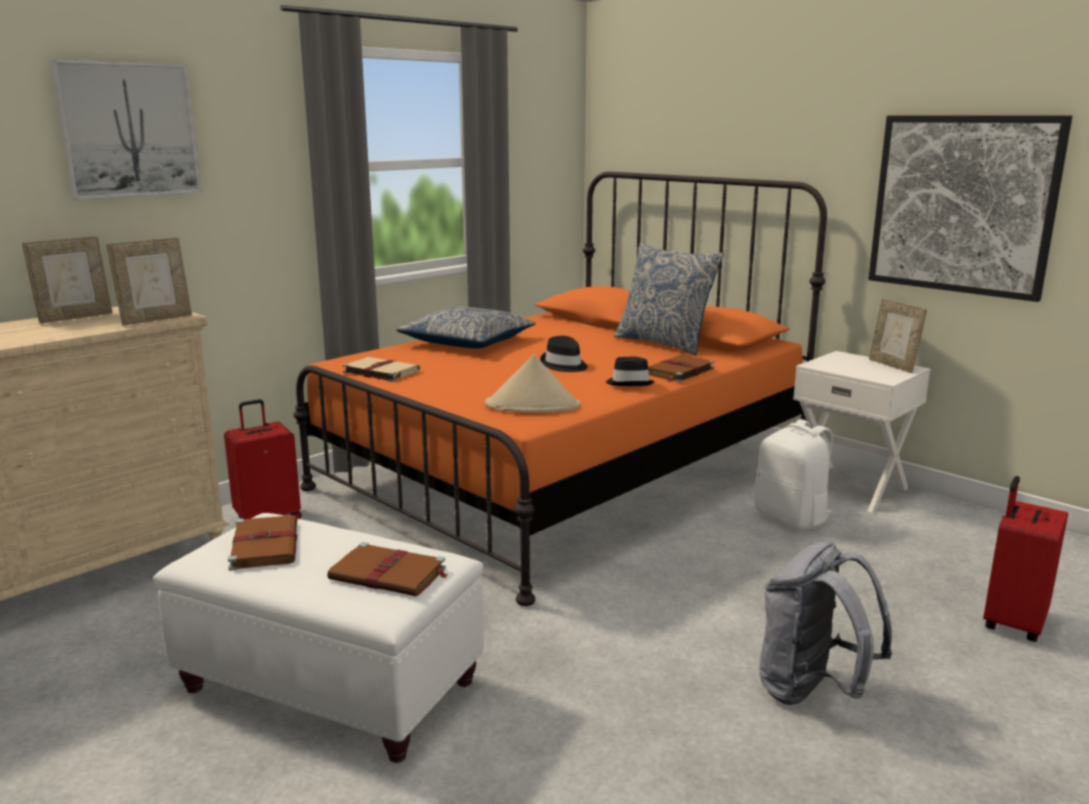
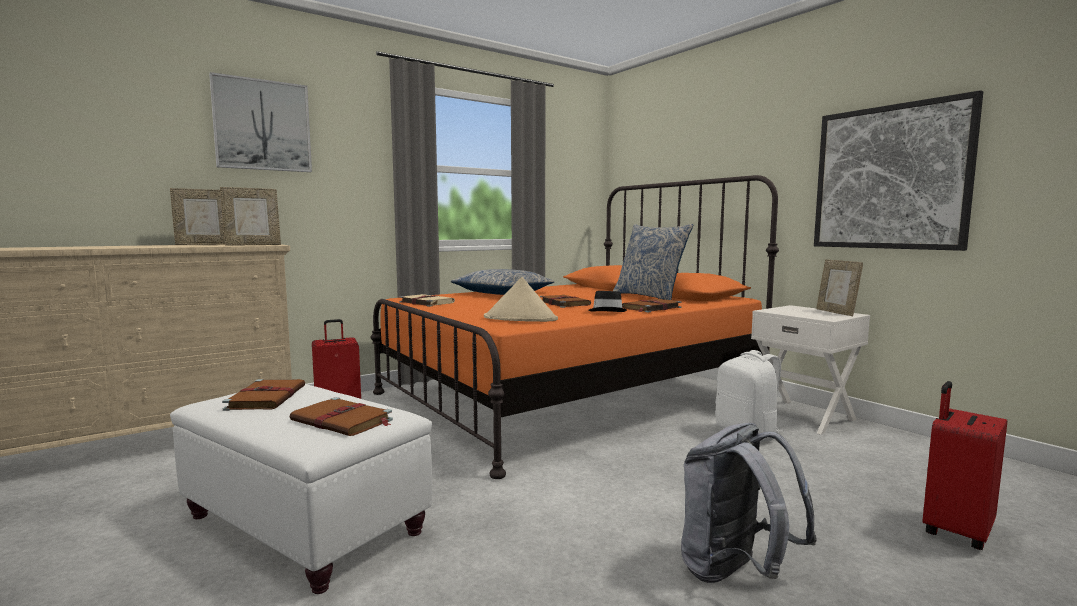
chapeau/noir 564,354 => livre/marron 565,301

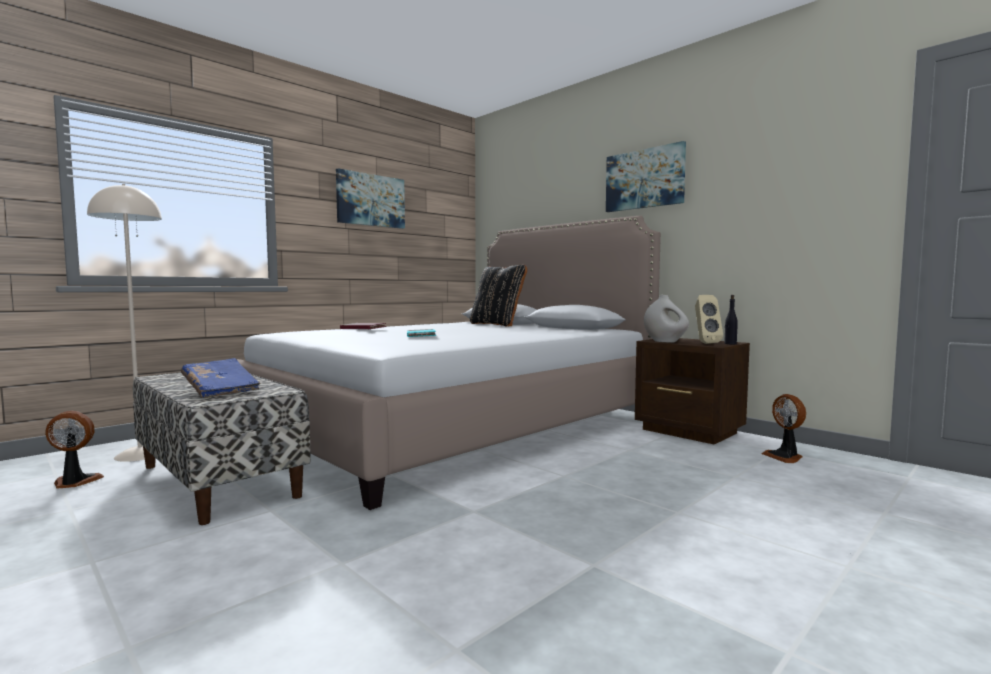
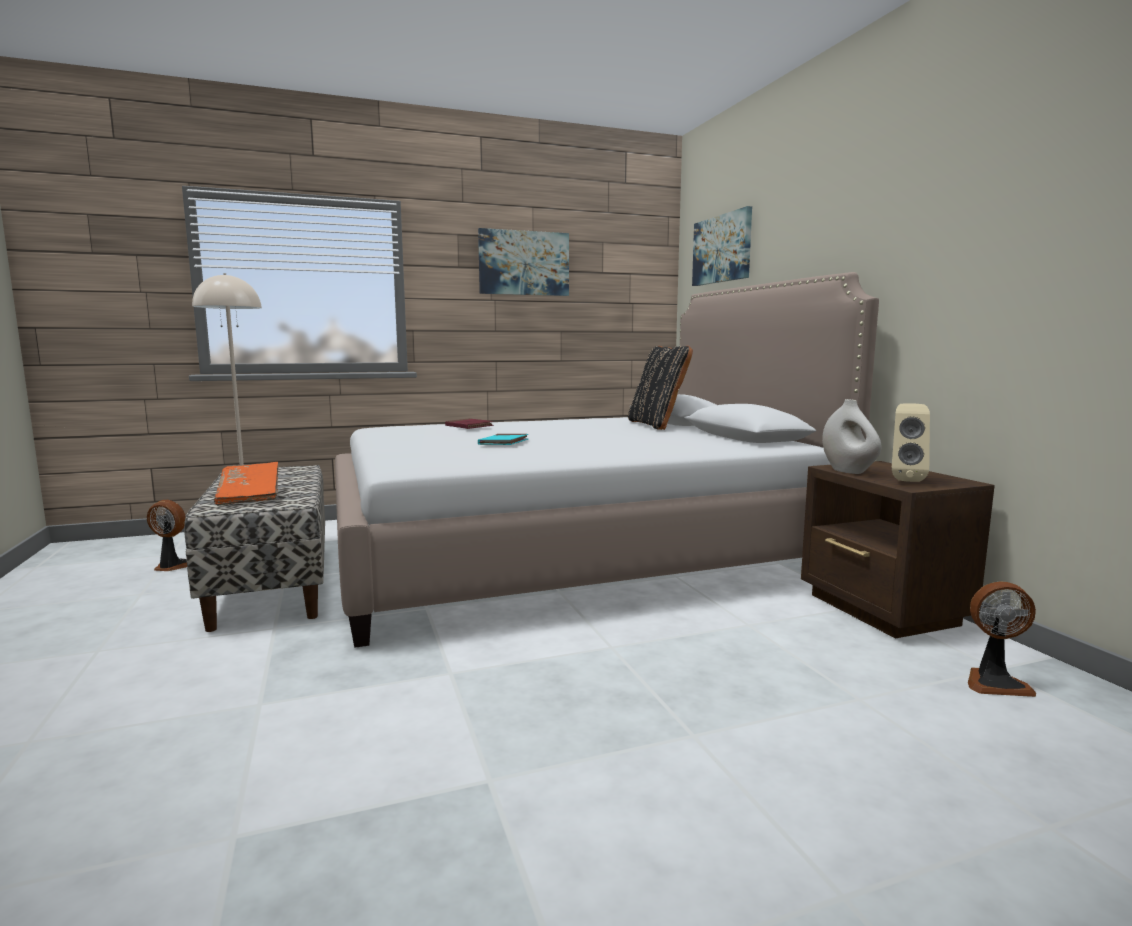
bouteille/noir 731,319 => nothing
tableau 646,176 => tableau 722,246, moved
livre/bleu 220,378 => livre/orange 246,484
ventilateur 784,428 => ventilateur 1002,639, 90 degrees counterclockwise

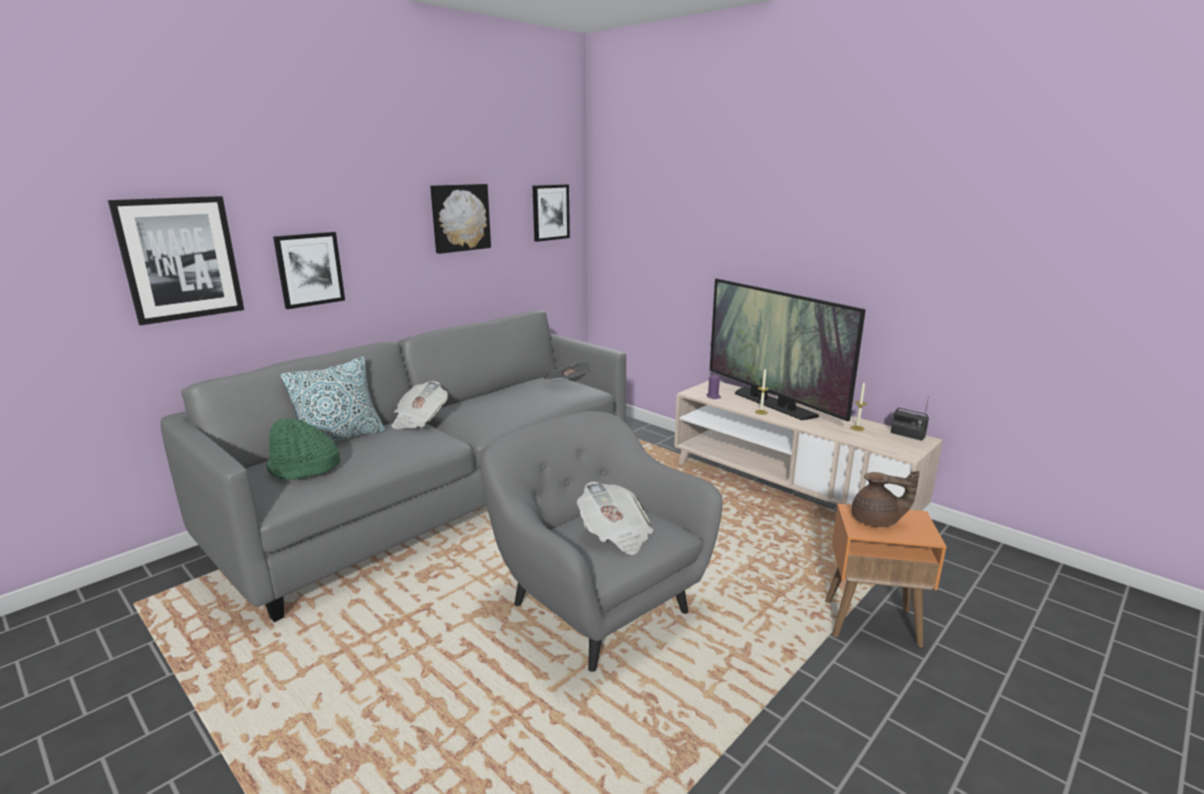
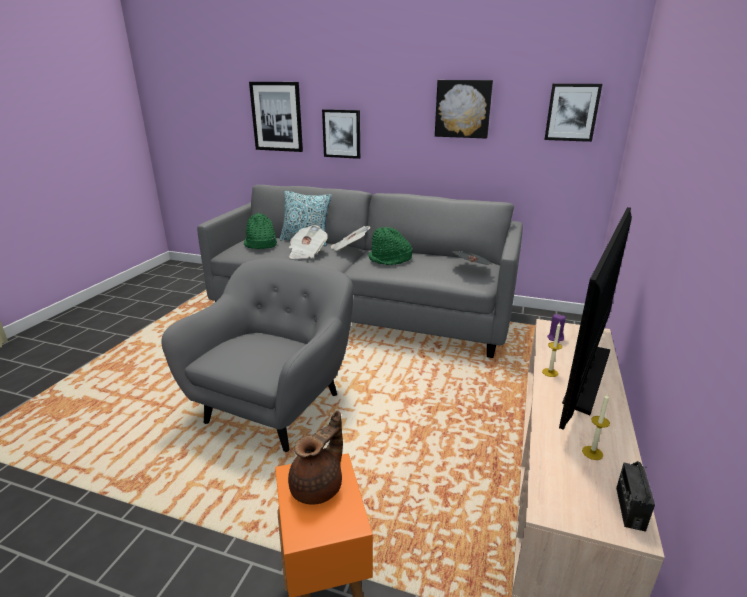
nothing => chapeau/vert 390,246
journal 615,518 => journal 308,242, moved
théière/marron 885,499 => théière/marron 315,457, 135 degrees counterclockwise

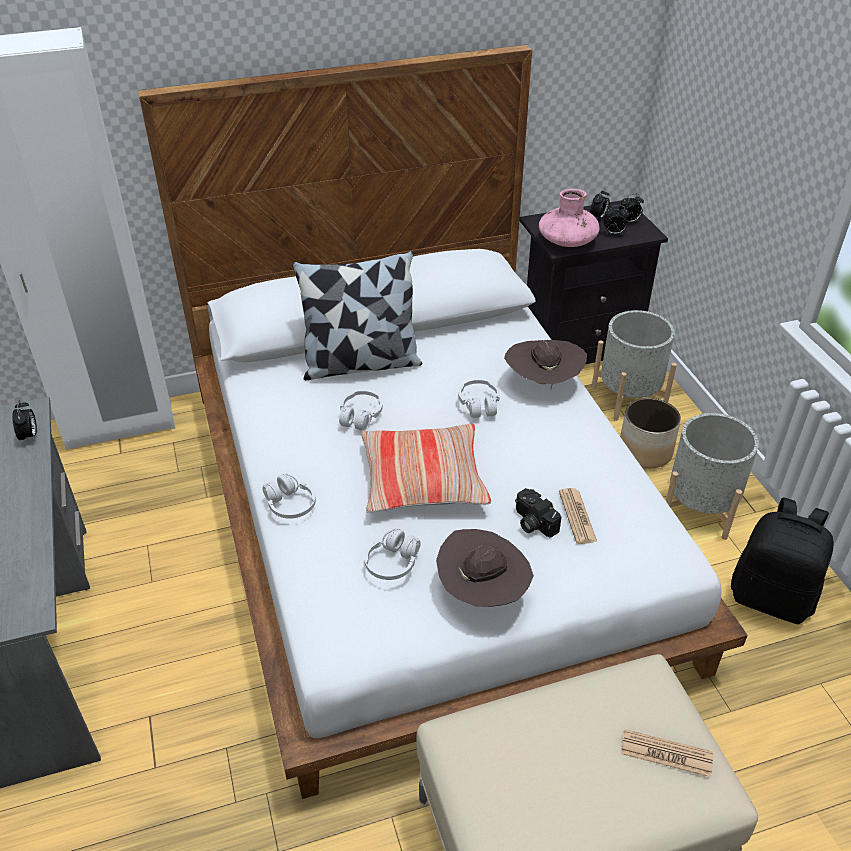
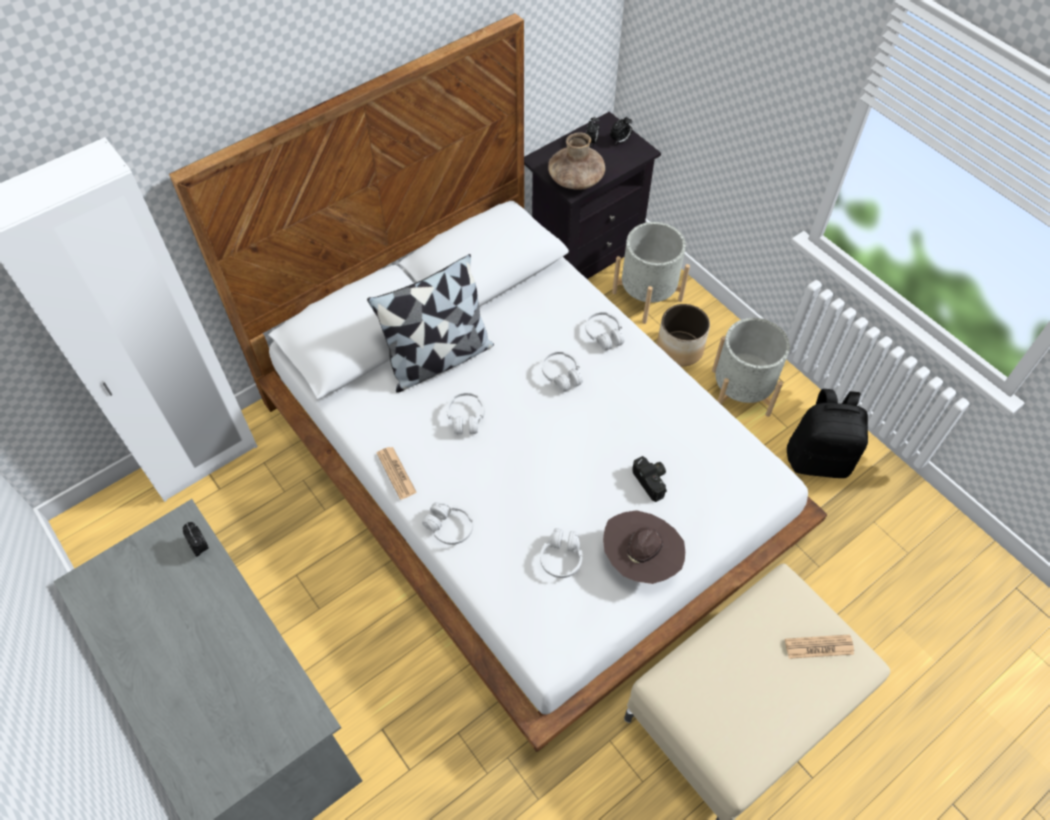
coussin 426,468 => nothing
réveil 616,219 => nothing
journal 578,516 => journal 397,473, moved
chapeau/marron 545,364 => casque audio/blanc 605,331
vase/rose 569,218 => vase/marron 576,161
appareil photo 538,513 => appareil photo 649,479, 150 degrees counterclockwise

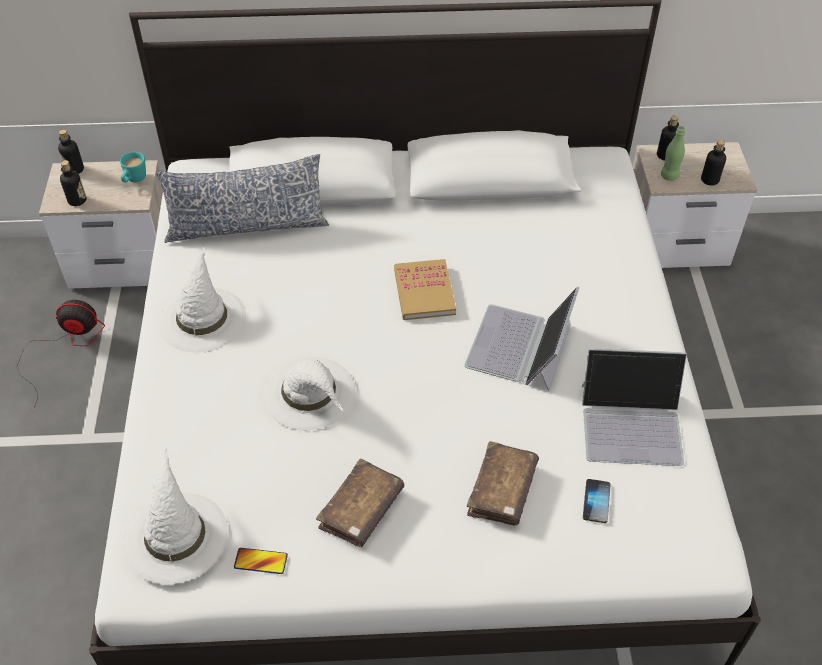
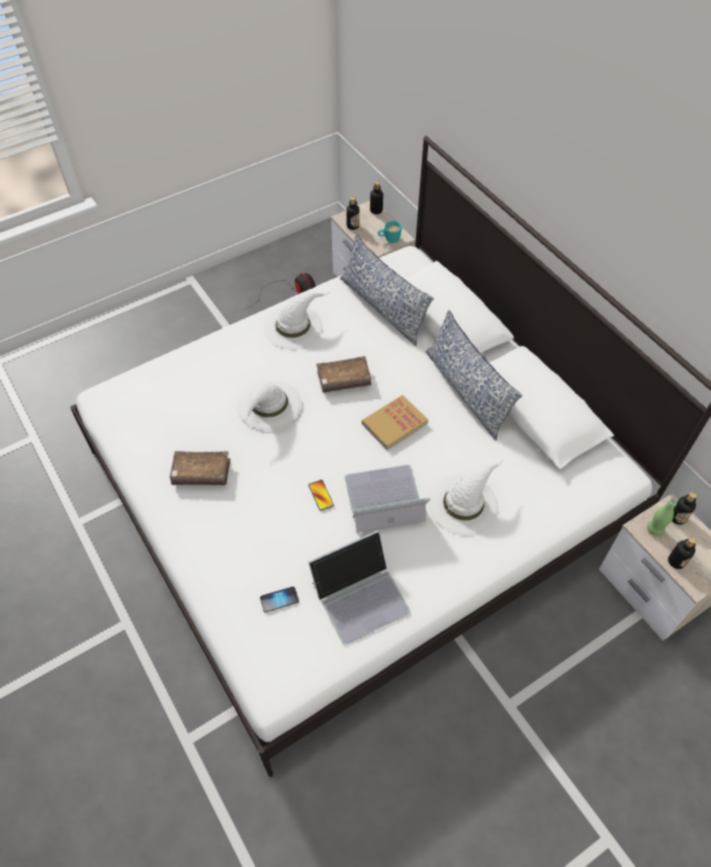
nothing => coussin 473,375
chapeau/blanc 176,516 => chapeau/blanc 466,498, moved
téléphone 261,561 => téléphone 321,495, moved
livre/marron 503,483 => livre/marron 344,374, moved
ordinateur portable 634,407 => ordinateur portable 359,587, 90 degrees counterclockwise

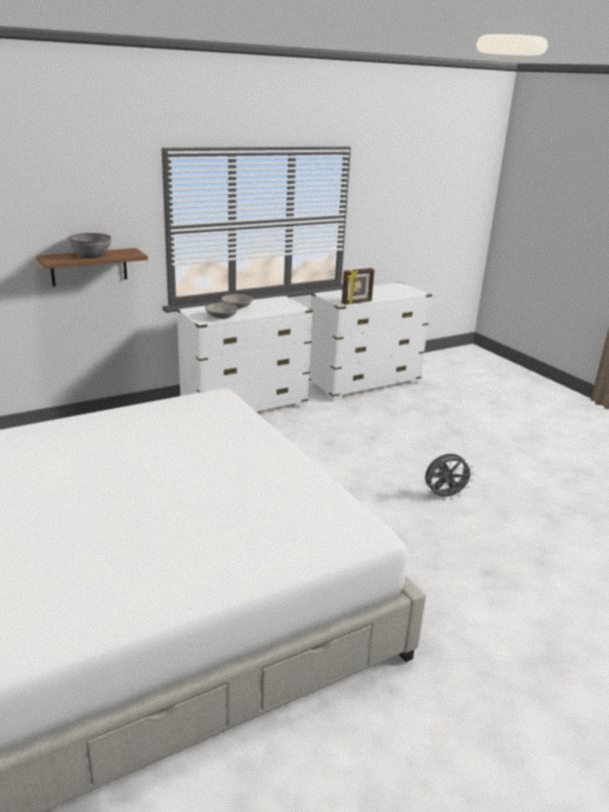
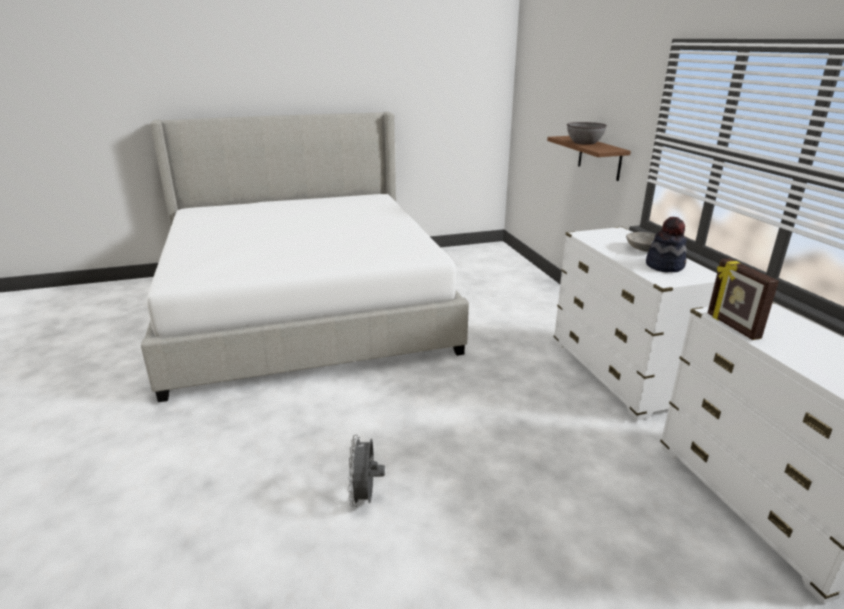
bol/gris 221,311 => nothing
nothing => chapeau 666,244

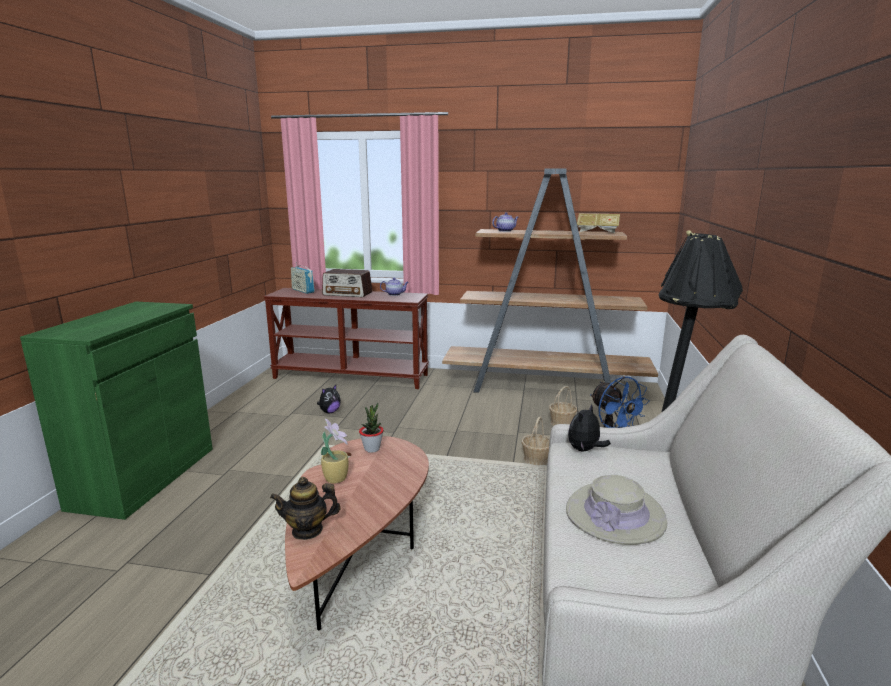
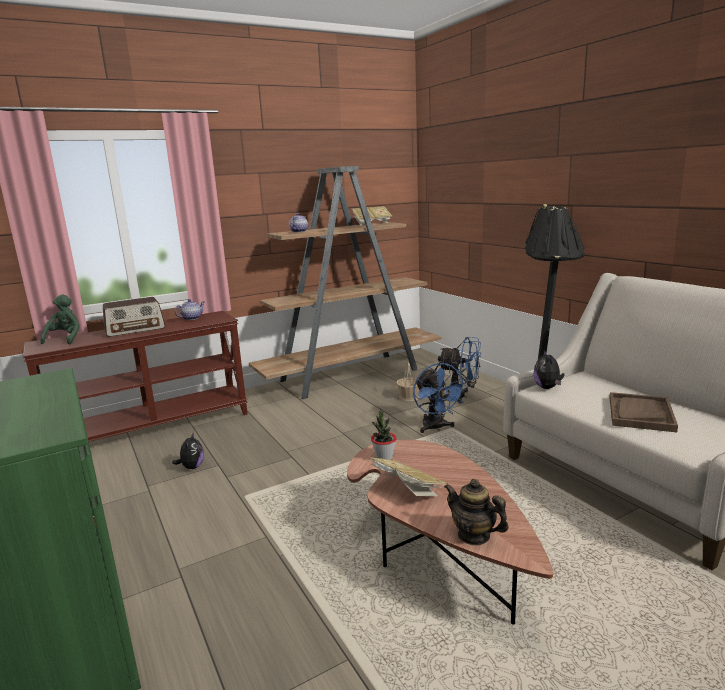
radio 303,278 => peluche/vert 60,319
plante en pot 335,451 => livre 409,477
panier 536,441 => ventilateur/bleu 440,398
chapeau/beige 616,510 => plateau/marron 643,412
théière 305,508 => théière 476,512, 90 degrees clockwise

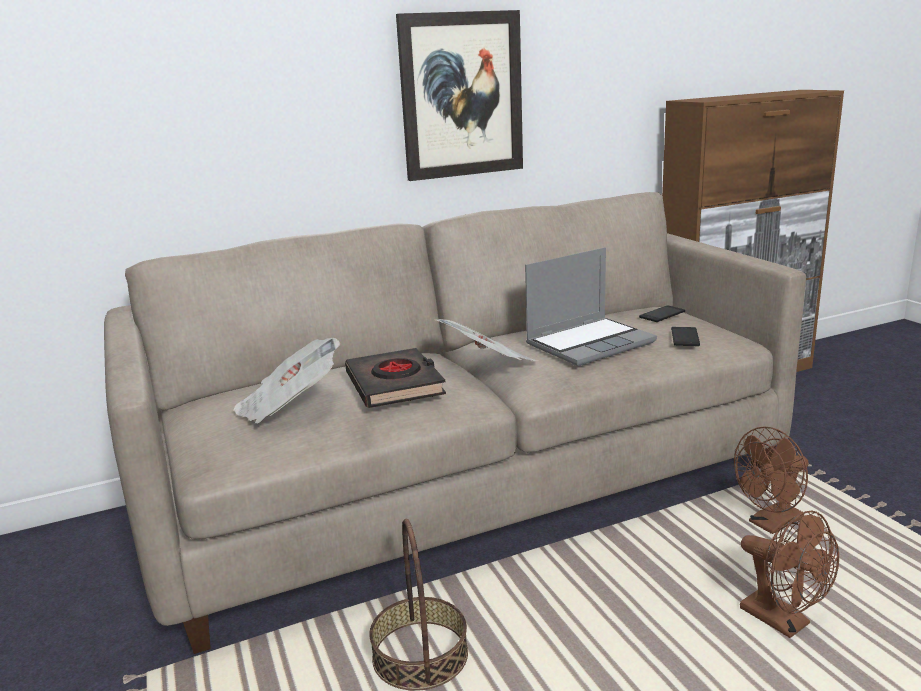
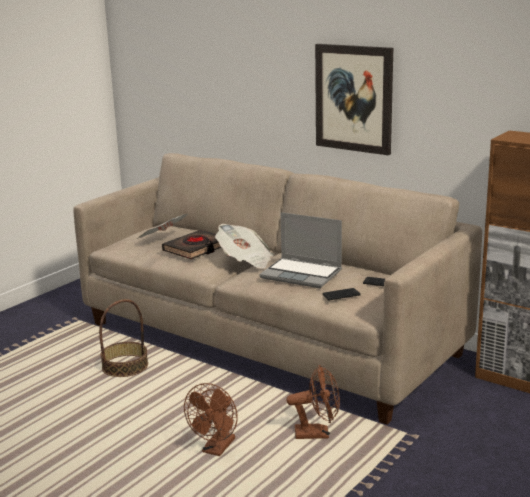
ventilateur/marron 771,480 => ventilateur/marron 313,402, 150 degrees clockwise

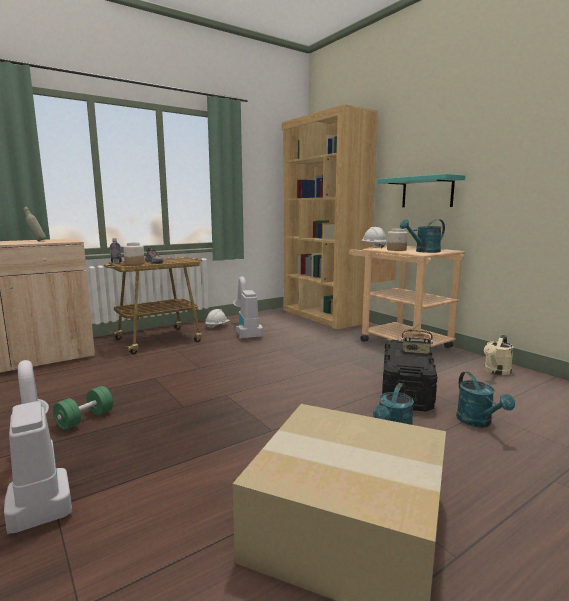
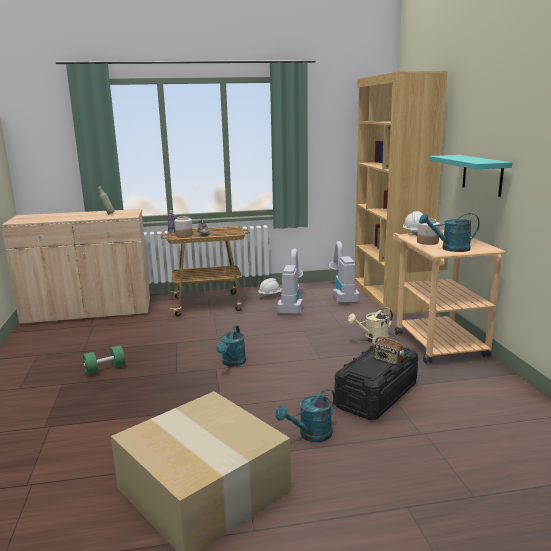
aspirateur 38,447 => aspirateur 344,272, moved
arrosoir/turquoise 485,399 => arrosoir/turquoise 231,346, moved
arrosoir/beige 499,355 => arrosoir/beige 370,325, moved

